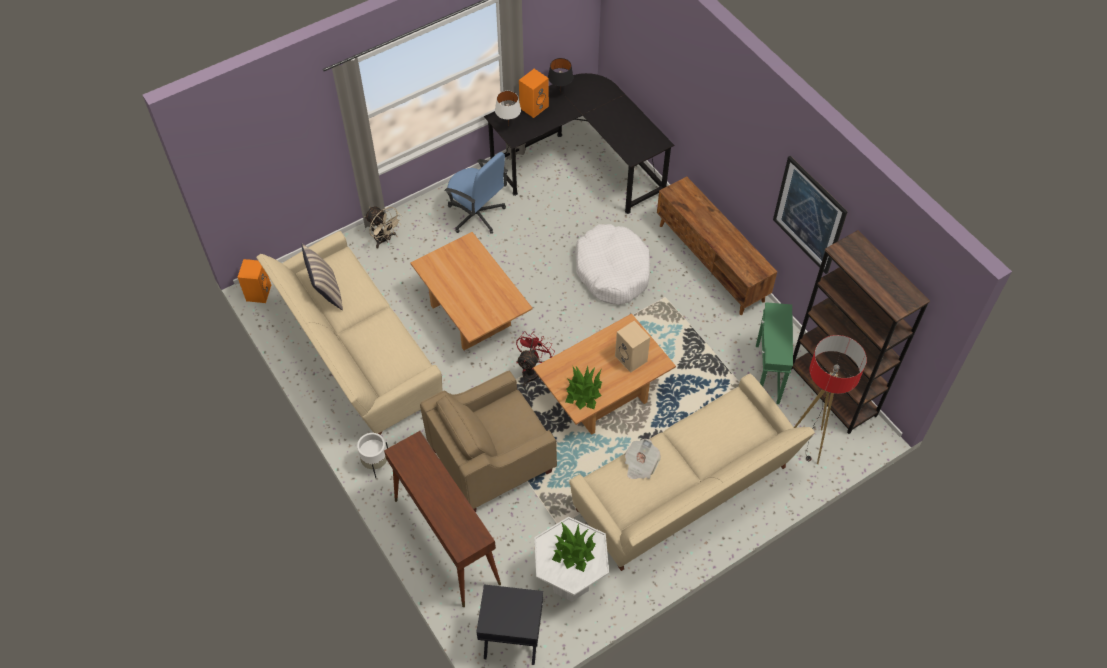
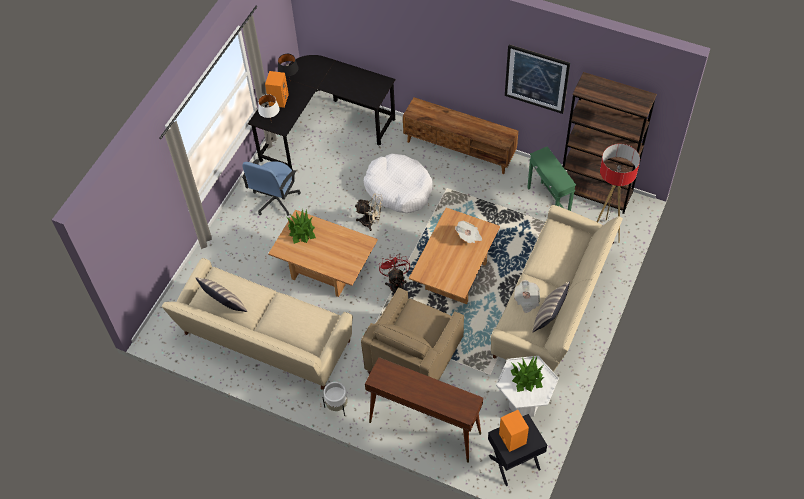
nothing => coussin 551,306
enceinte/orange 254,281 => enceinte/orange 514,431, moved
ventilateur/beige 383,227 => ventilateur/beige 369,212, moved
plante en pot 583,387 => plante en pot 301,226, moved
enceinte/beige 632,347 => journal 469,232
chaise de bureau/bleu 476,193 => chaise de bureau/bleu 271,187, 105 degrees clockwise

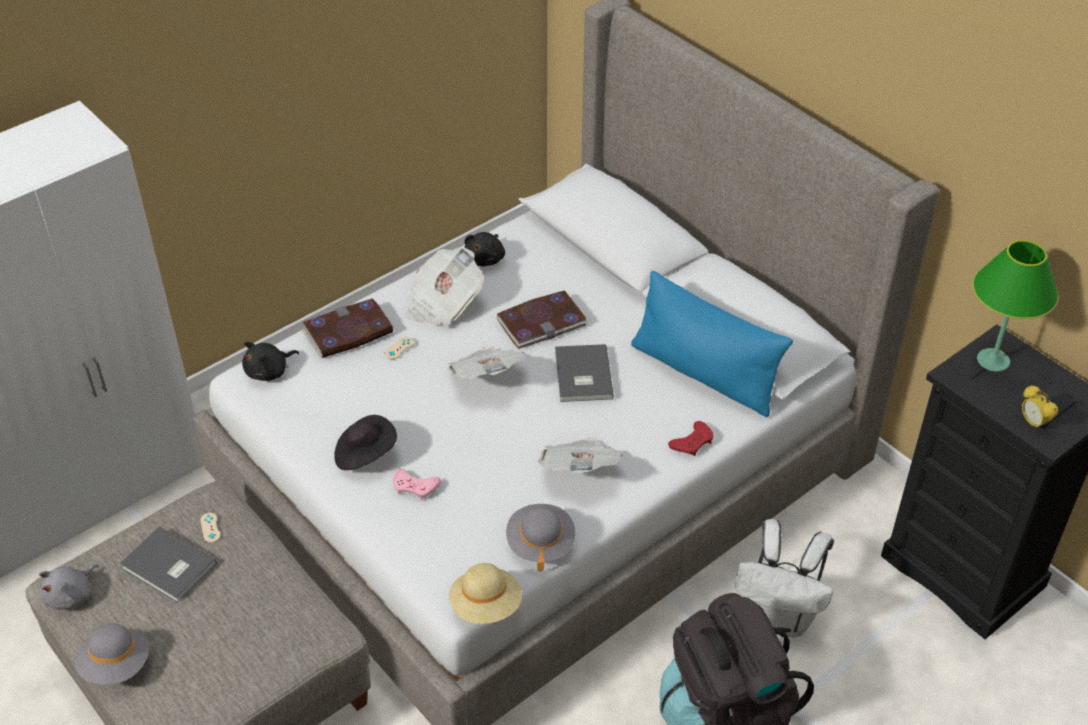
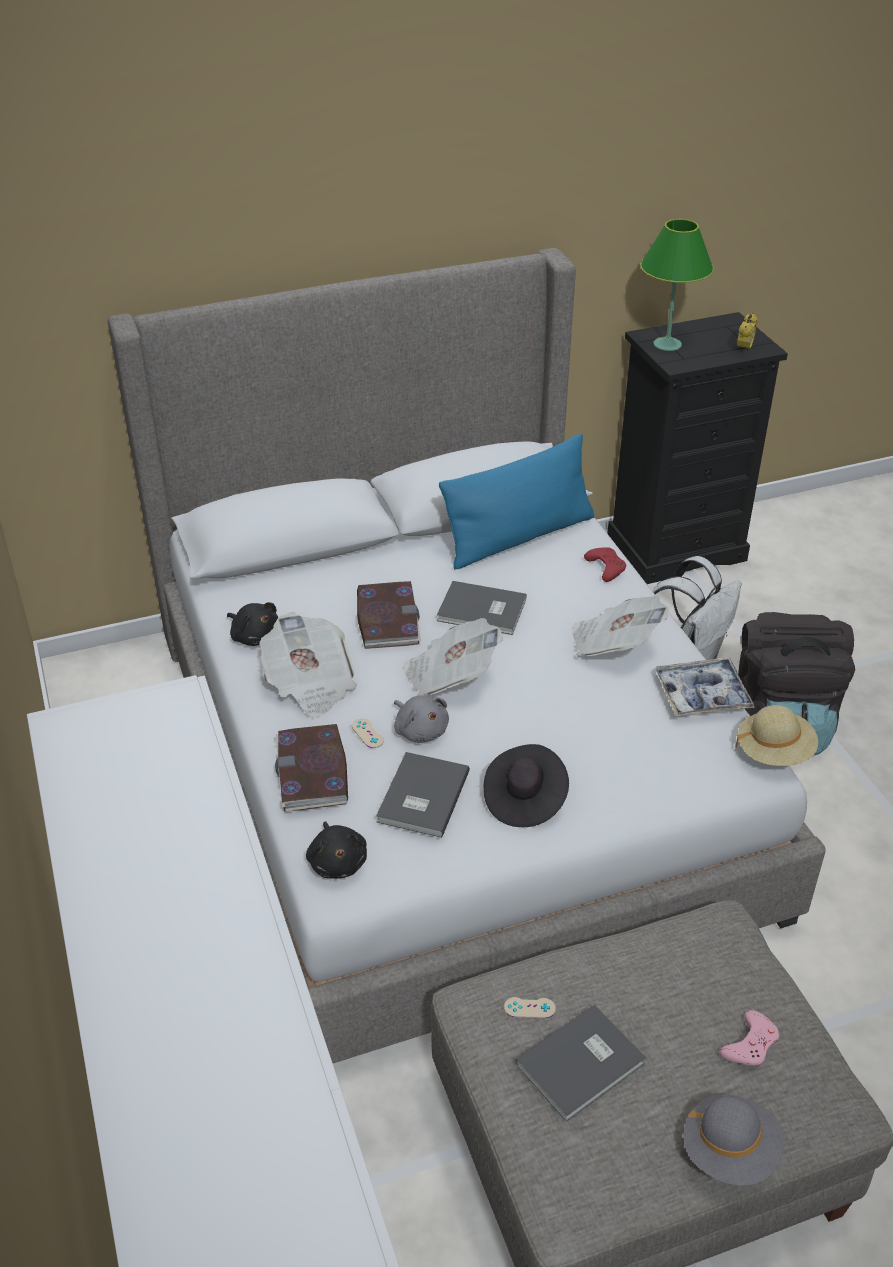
nothing => livre/gris 423,795
peluche/gris 69,587 => peluche/gris 421,719, moved
manette/rose 417,484 => manette/rose 749,1038, moved
chapeau/gris 541,538 => plateau 705,687
réveil 1040,407 => réveil 747,333, 60 degrees counterclockwise

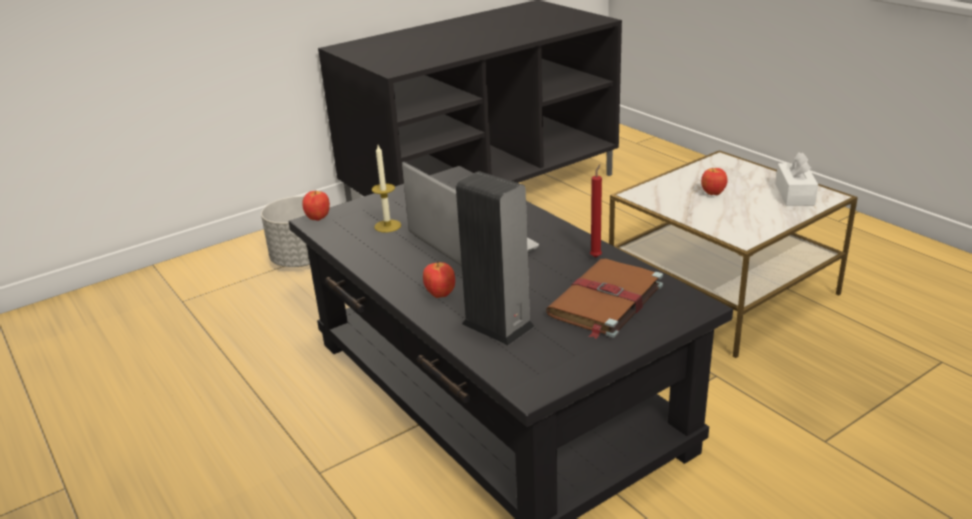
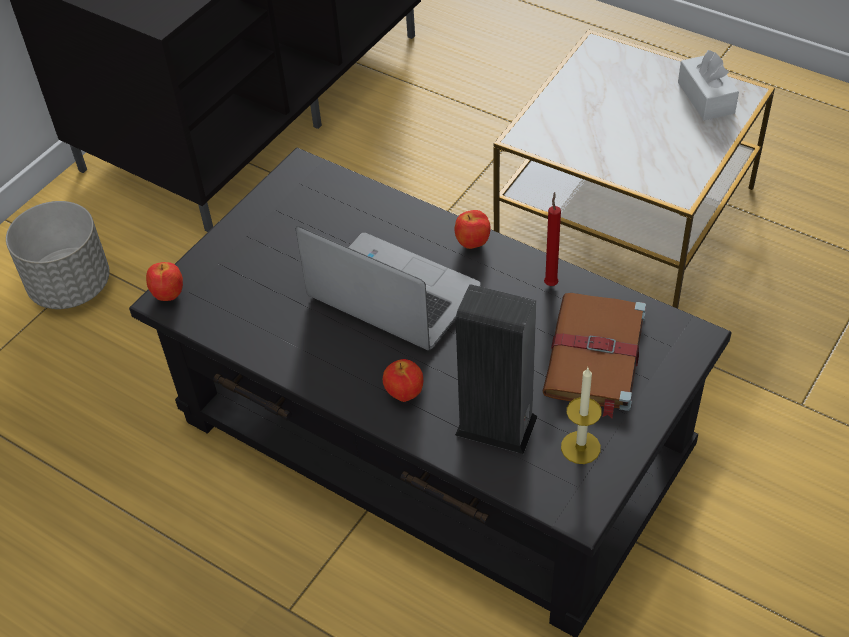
bougie 386,188 => bougie 581,416, moved
pomme 714,181 => pomme 473,229, moved

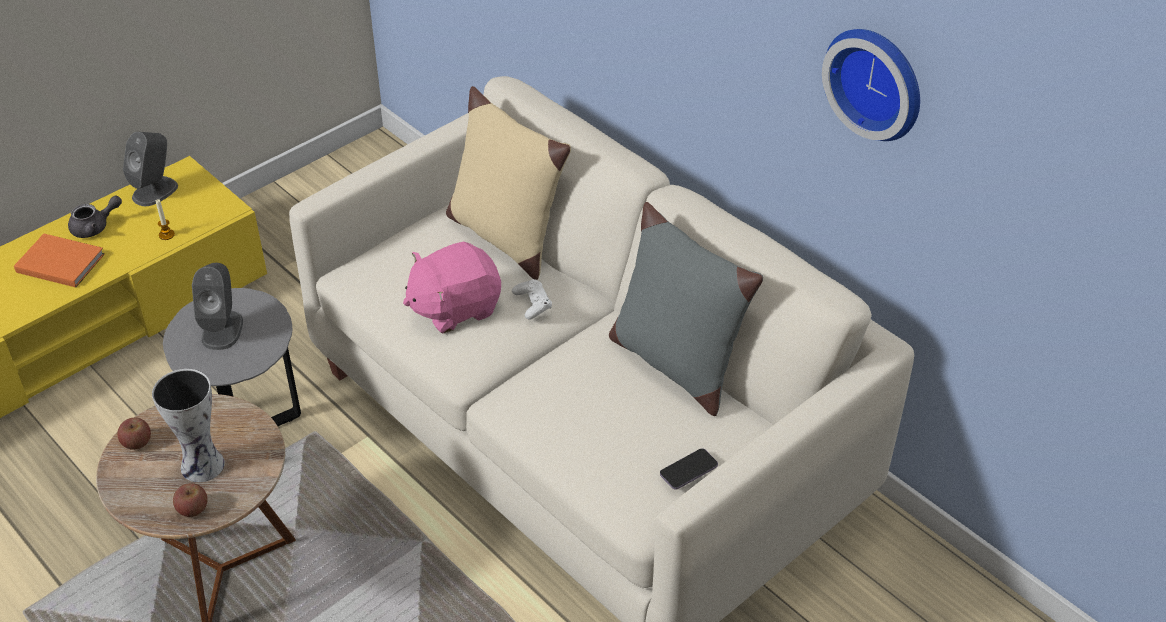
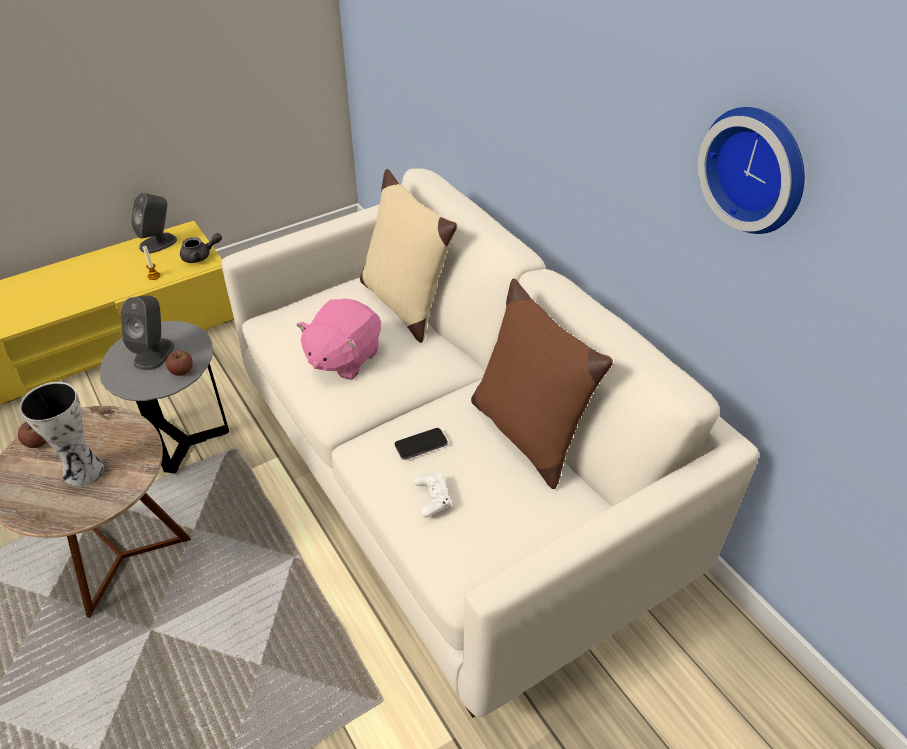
livre/orange 59,260 => nothing
théière/gris 95,217 => théière/gris 201,248, moved
pomme 190,500 => pomme 179,363, moved
manette/blanc 532,299 => manette/blanc 433,494, moved
téléphone 689,469 => téléphone 421,444, moved
coussin/gris 686,309 => coussin/marron 542,383
peluche/rose 452,287 => peluche/rose 338,339, 45 degrees counterclockwise

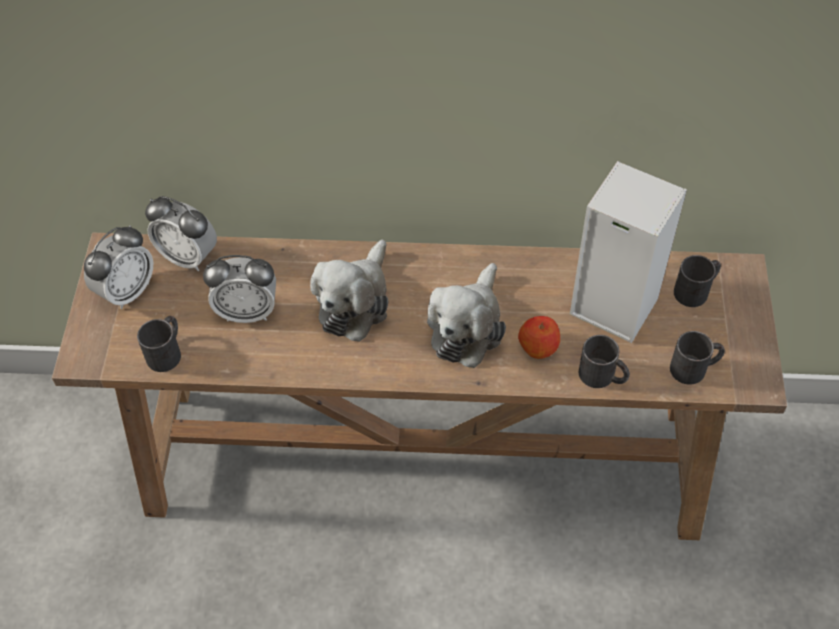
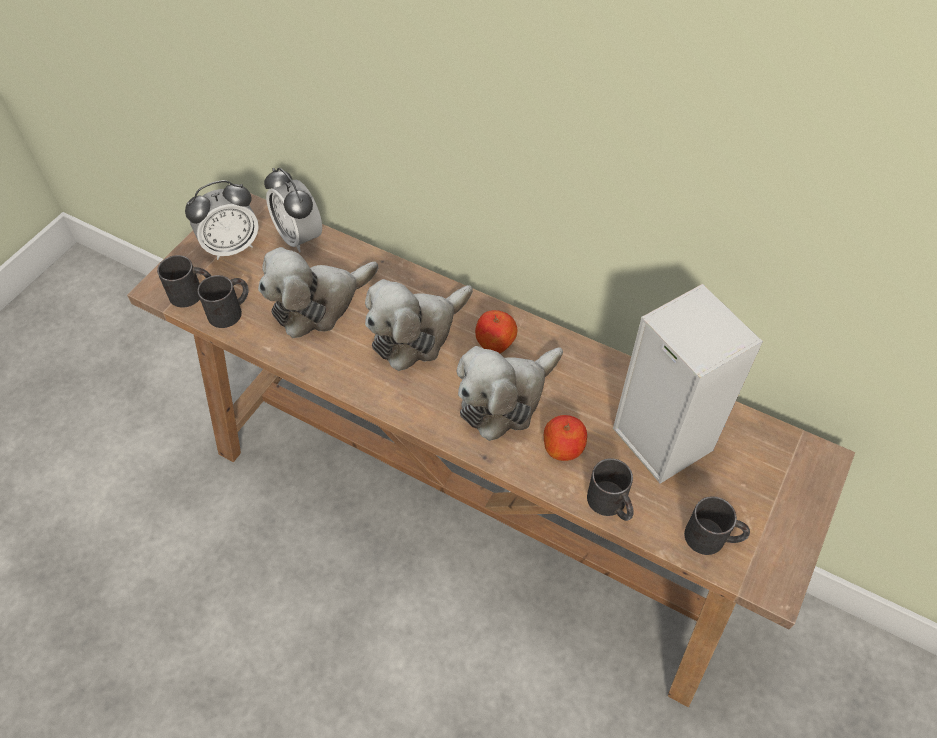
nothing => pomme 496,331
mug/noir 697,281 => mug/noir 184,281, moved
réveil 239,289 => peluche 318,292

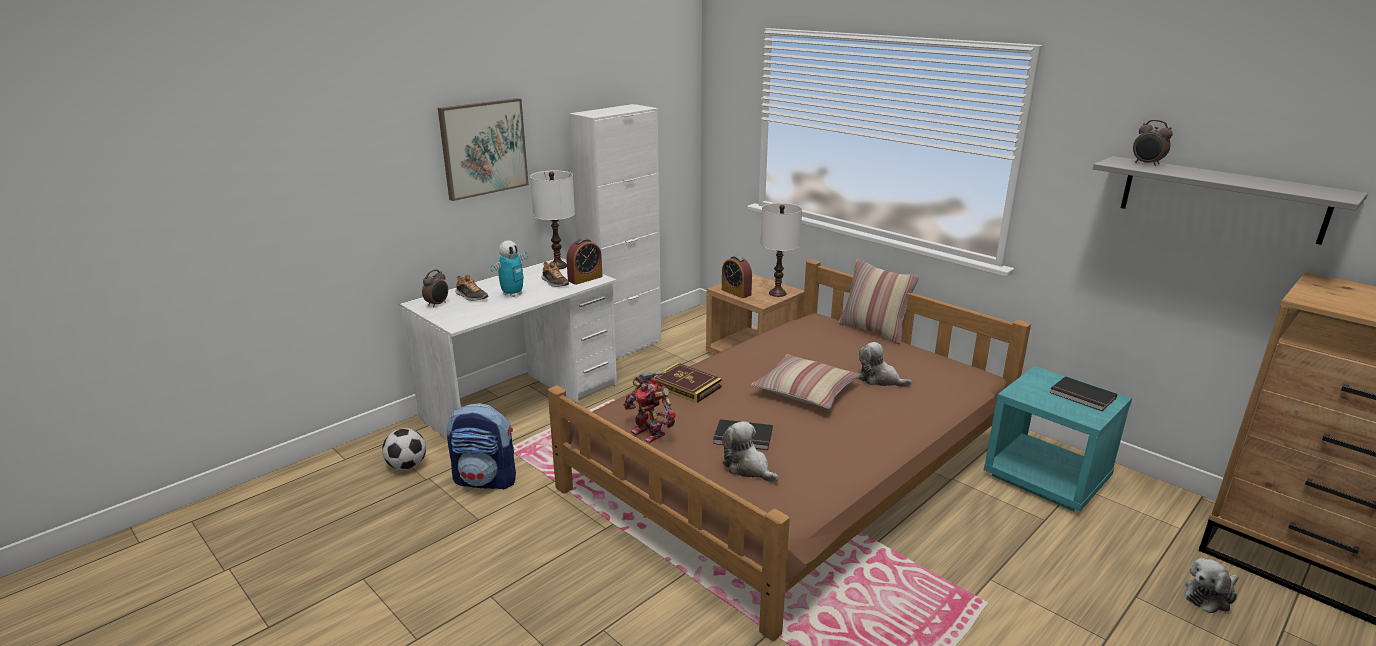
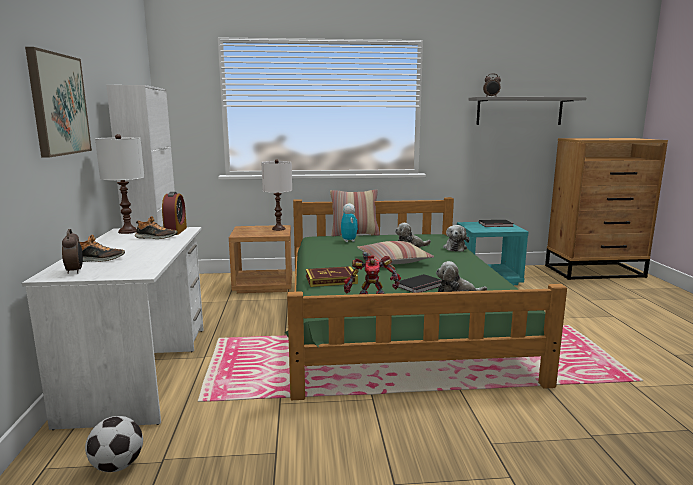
sac à dos 481,446 => nothing
réveil 737,277 => nothing
robot jouet 509,268 => robot jouet 349,222, moved
peluche 1211,585 => peluche 456,238, moved
lit/marron 789,450 => lit/vert 426,298

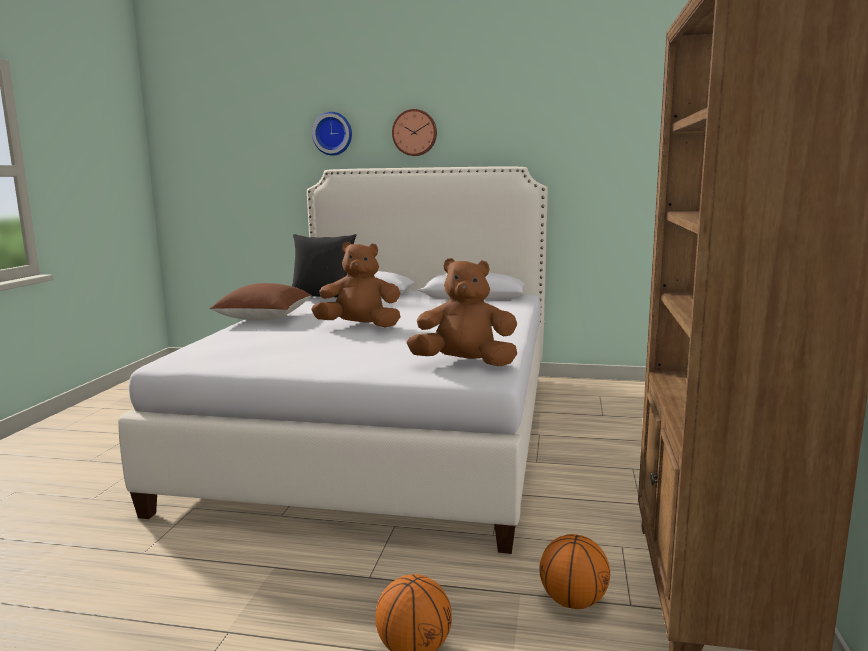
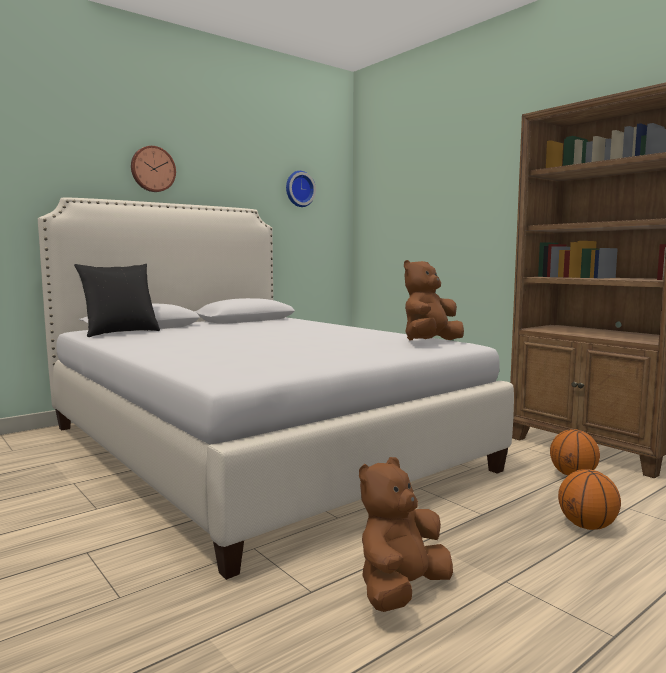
coussin/marron 261,301 => nothing
peluche/marron 355,284 => peluche/marron 406,534, moved
horloge murale 332,134 => horloge murale 301,189, moved

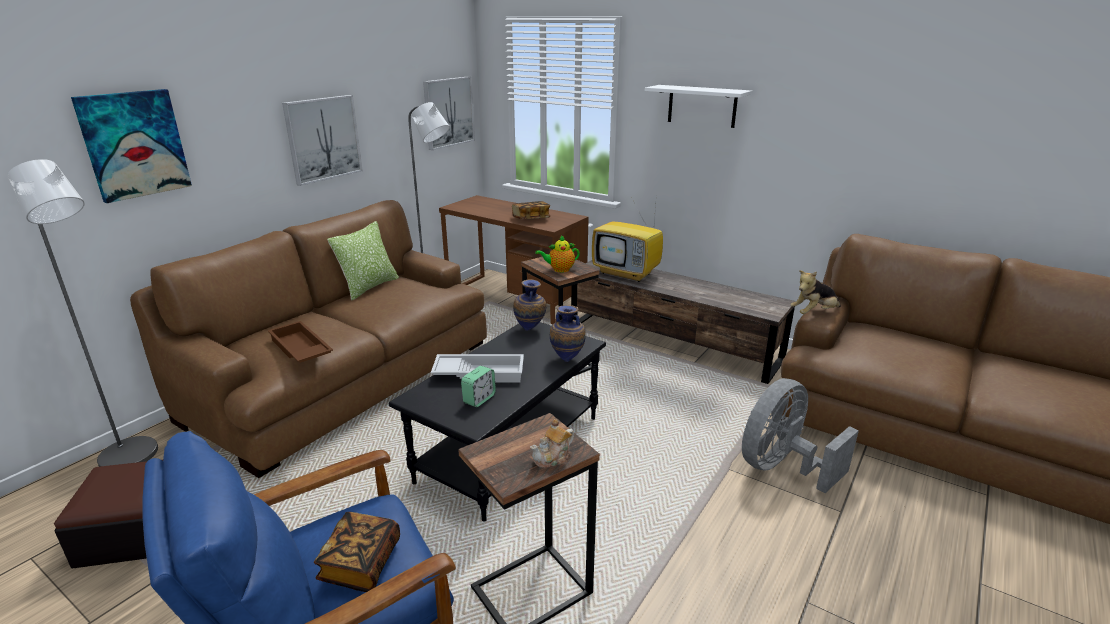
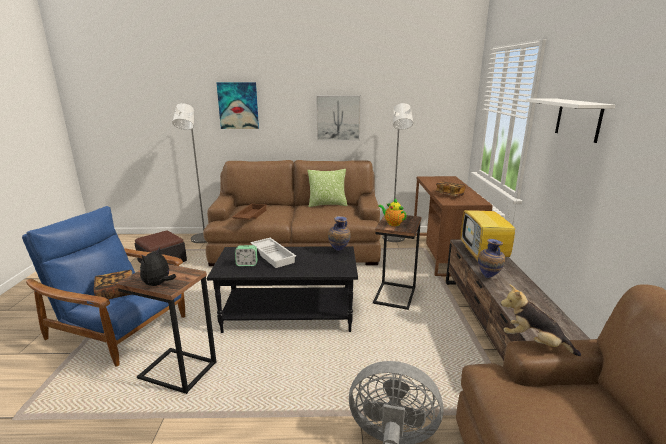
tableau 449,113 => nothing
vase 568,333 => vase 491,258, moved
théière 552,443 => peluche 158,266

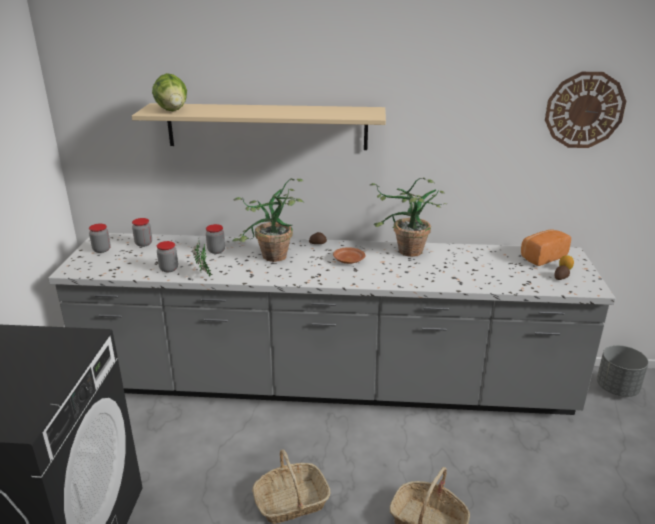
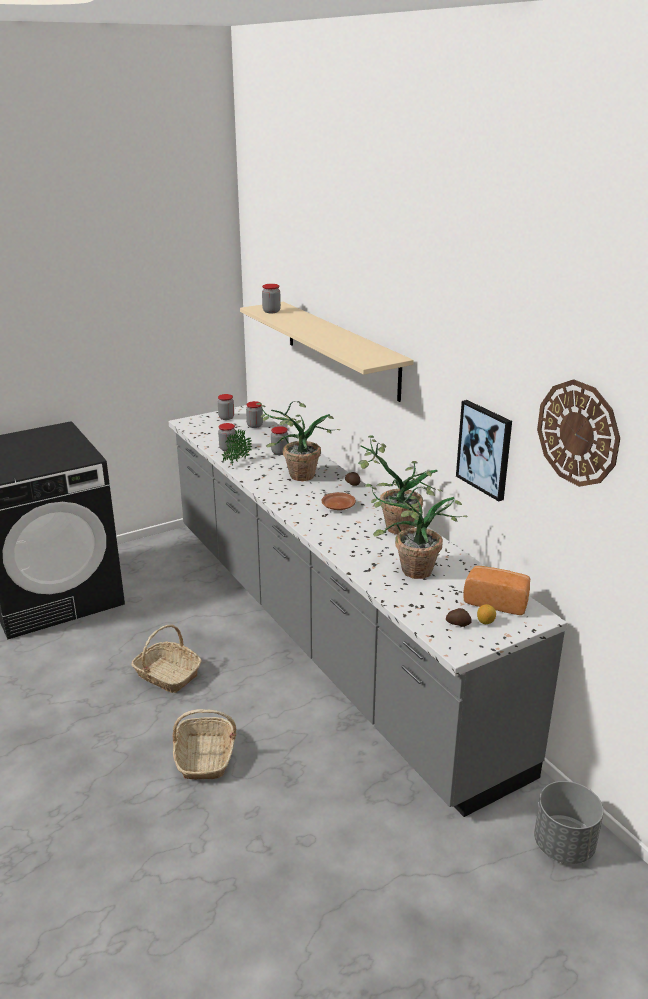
nothing => plante en pot 416,531
nothing => tableau 484,450
laitue 169,92 => bocal 271,298

